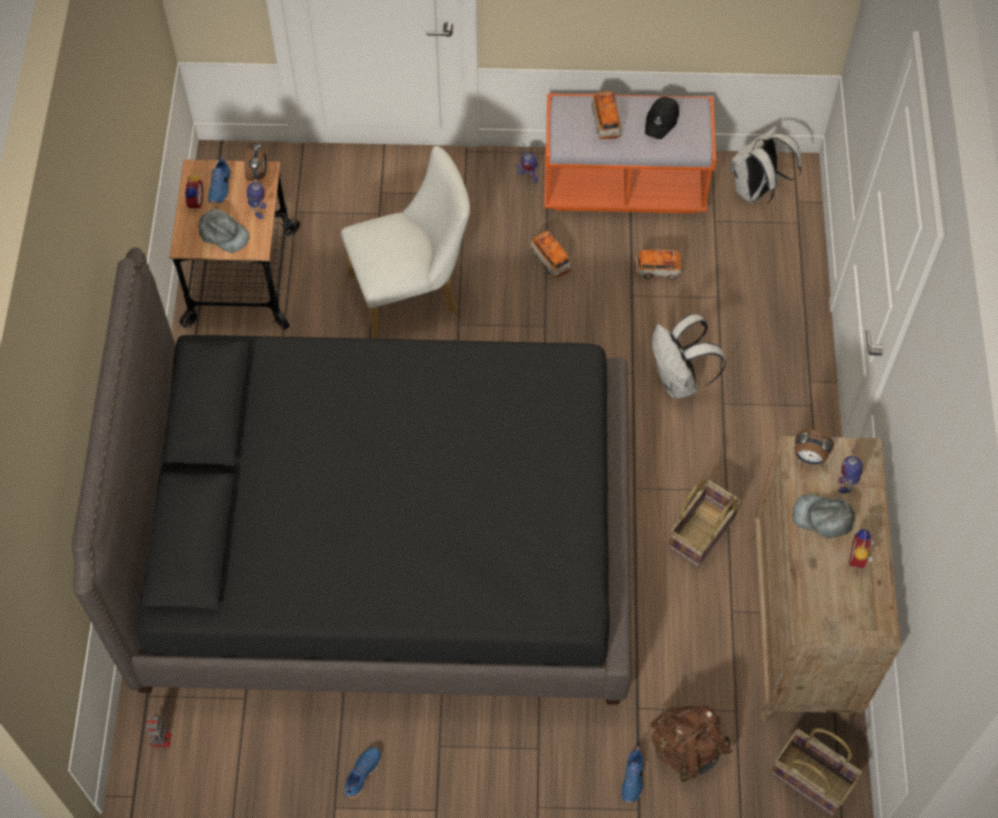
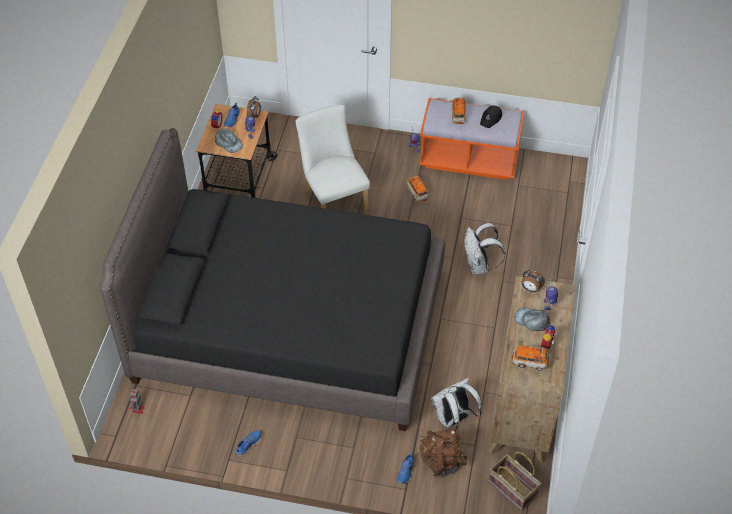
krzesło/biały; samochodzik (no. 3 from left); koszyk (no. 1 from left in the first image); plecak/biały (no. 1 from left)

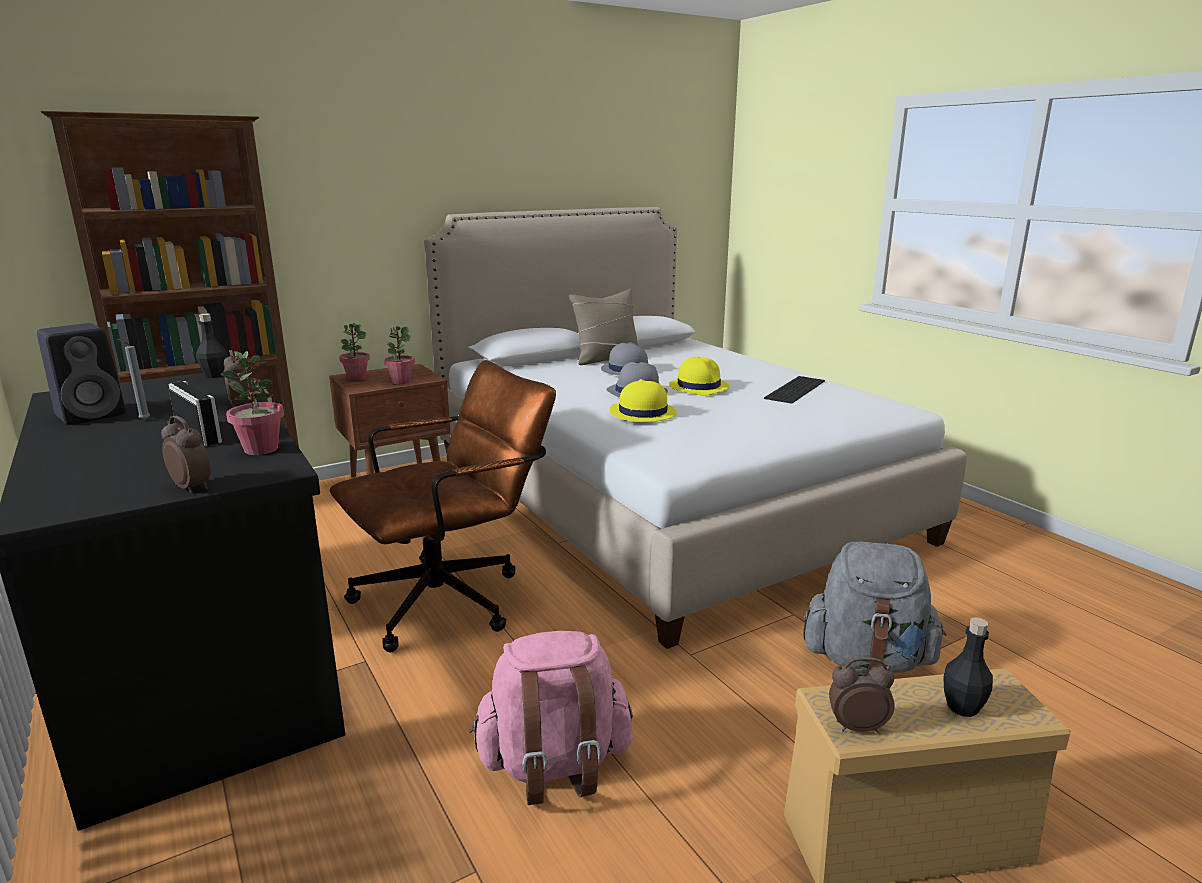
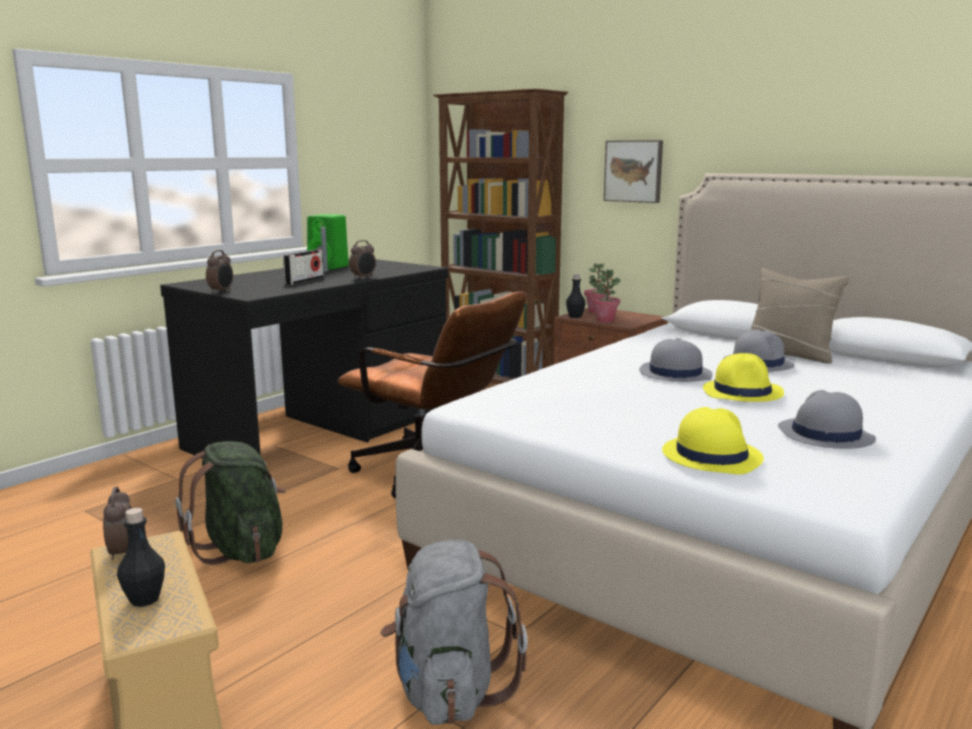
głośnik/zielony; butelka/czarny (no. 2 from left); roślina doniczkowa (no. 1 from left in the first image); plecak/zielony; kapelusz/żółty (no. 1 from left); kapelusz/szary (no. 3 from left); obraz

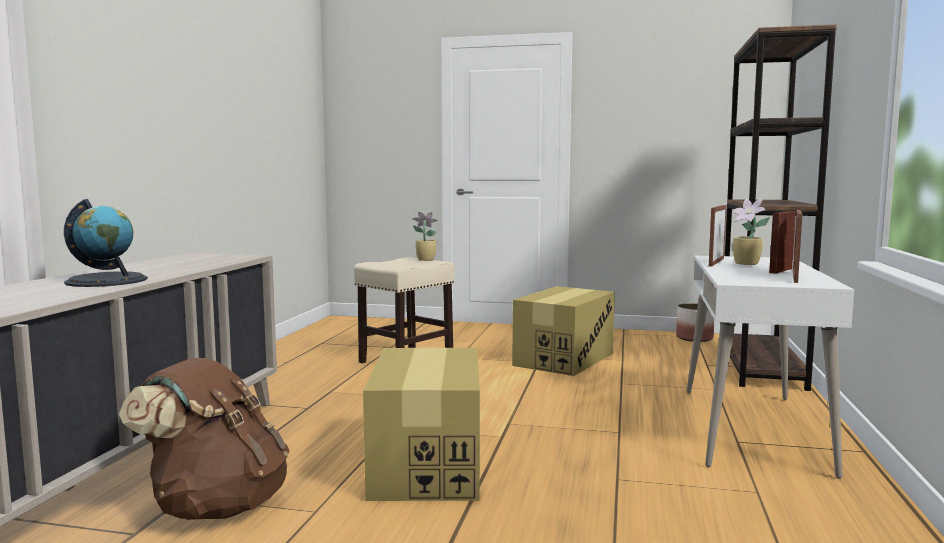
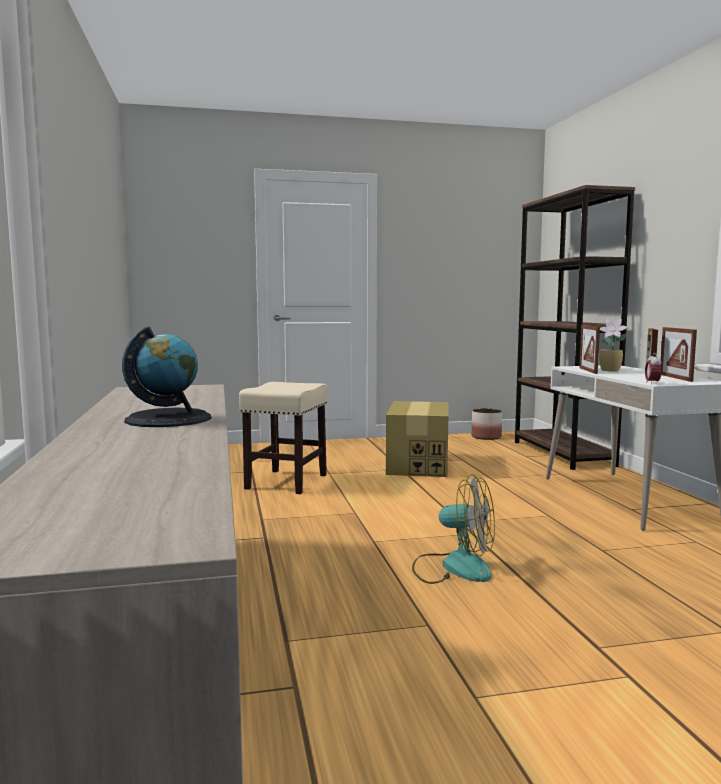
plecak/brązowy; wentylator; roślina doniczkowa (no. 1 from left in the first image); budzik

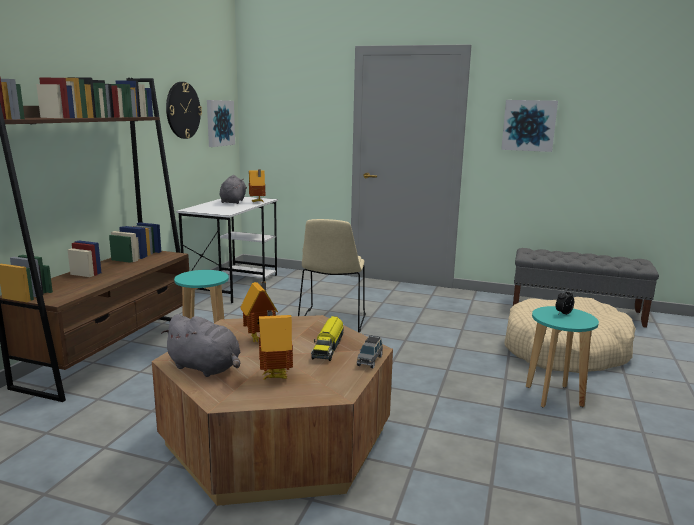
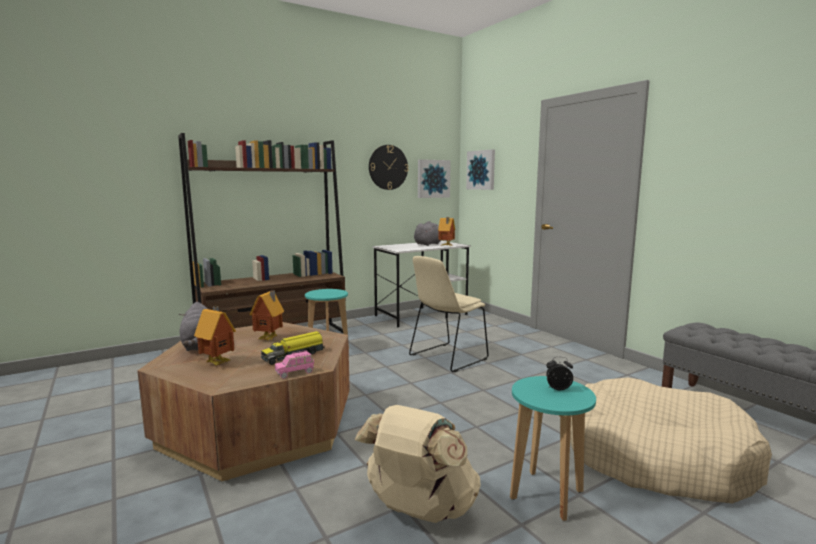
samochodzik/różowy; obraz (no. 2 from left); plecak/beżowy

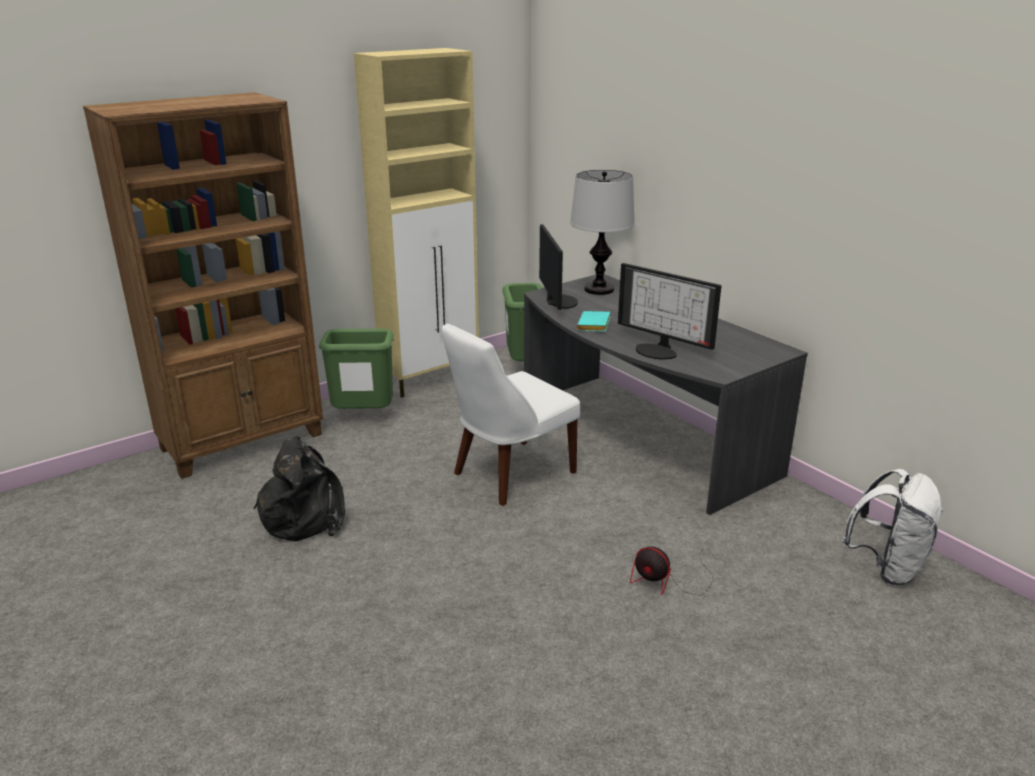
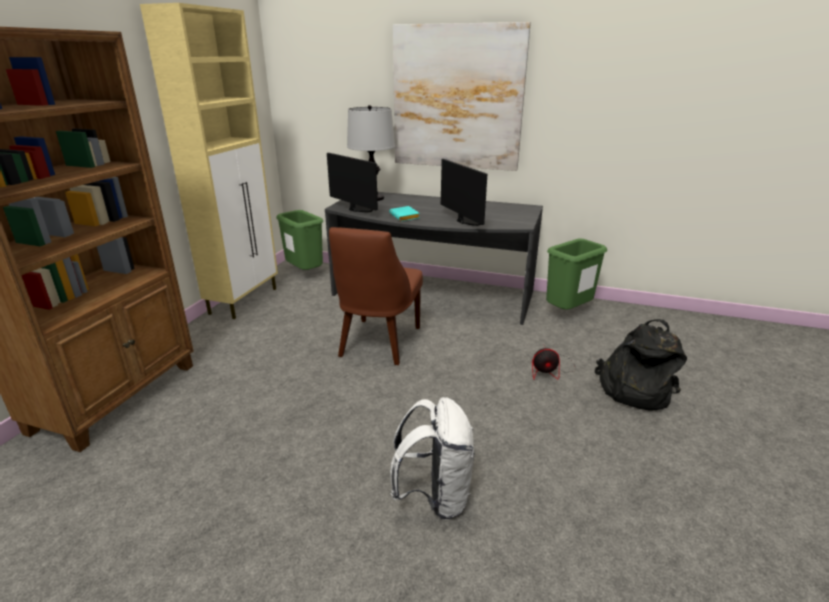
plecak/czarny; kosz na śmieci/zielony (no. 2 from left); krzesło/brązowy; monitor (no. 2 from left); plecak/biały; obraz

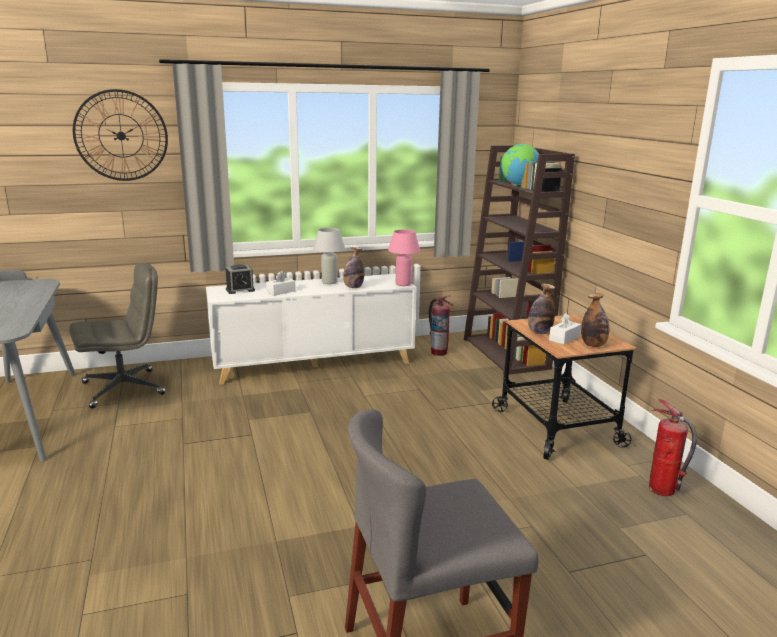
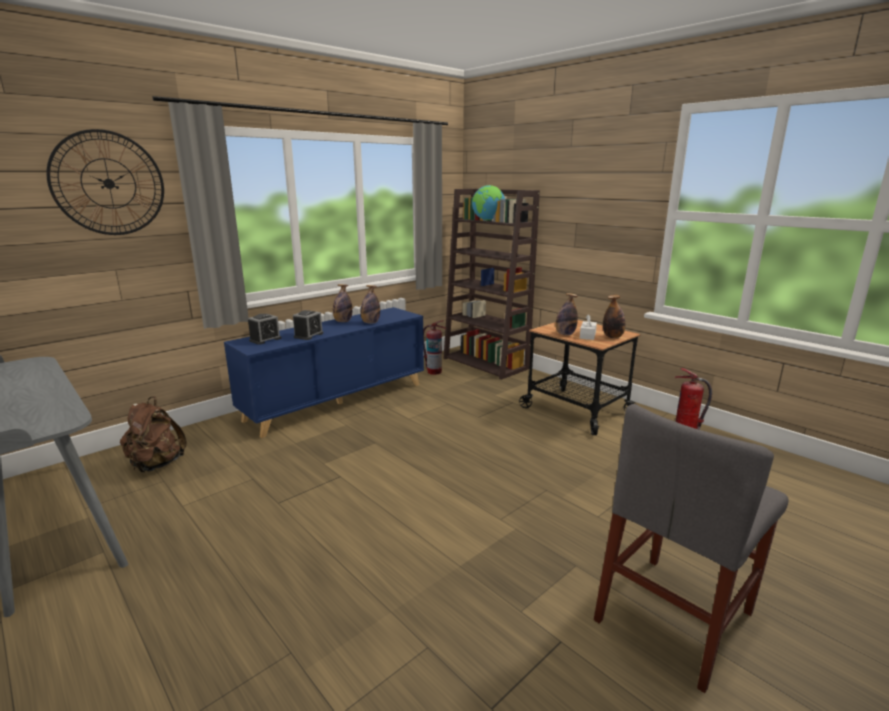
plecak/brązowy; szafka/niebieski; budzik (no. 2 from left); butelka (no. 1 from left); lampa stołowa/różowy

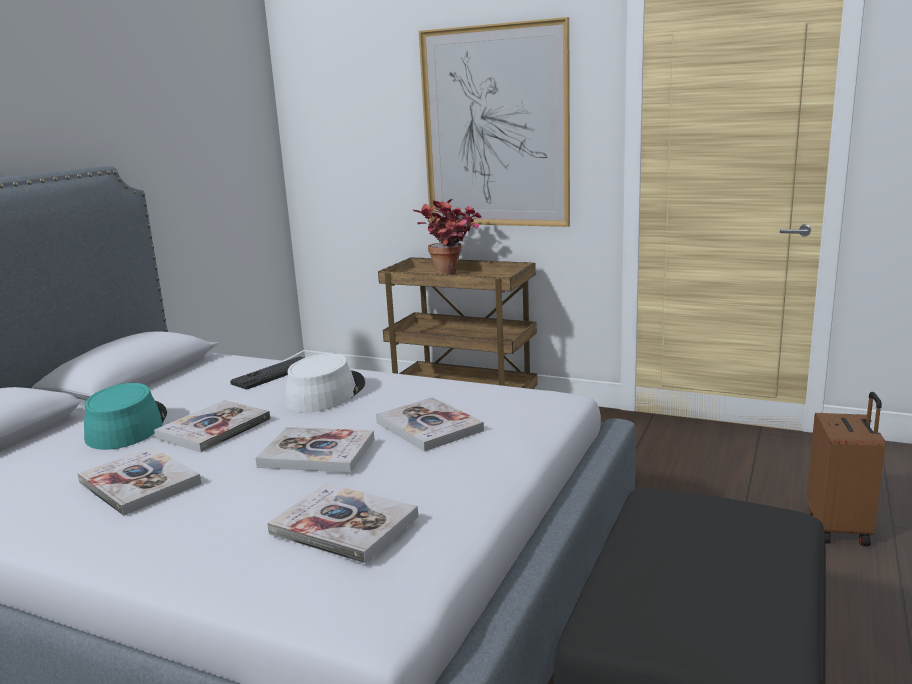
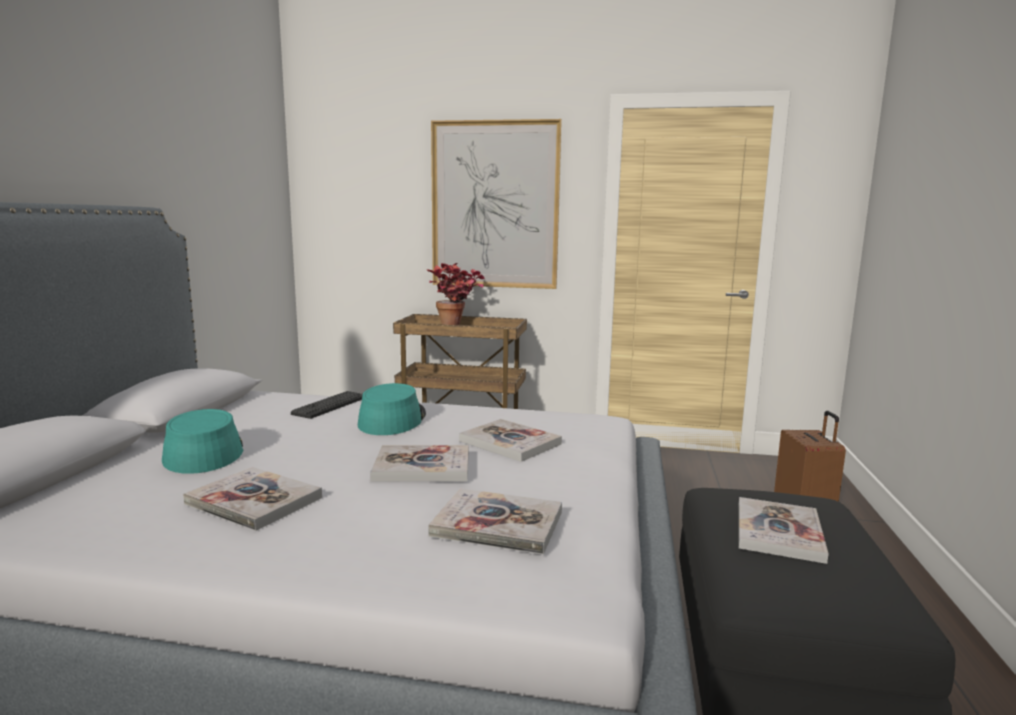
książka (no. 5 from left); kapelusz/turkusowy (no. 2 from left)

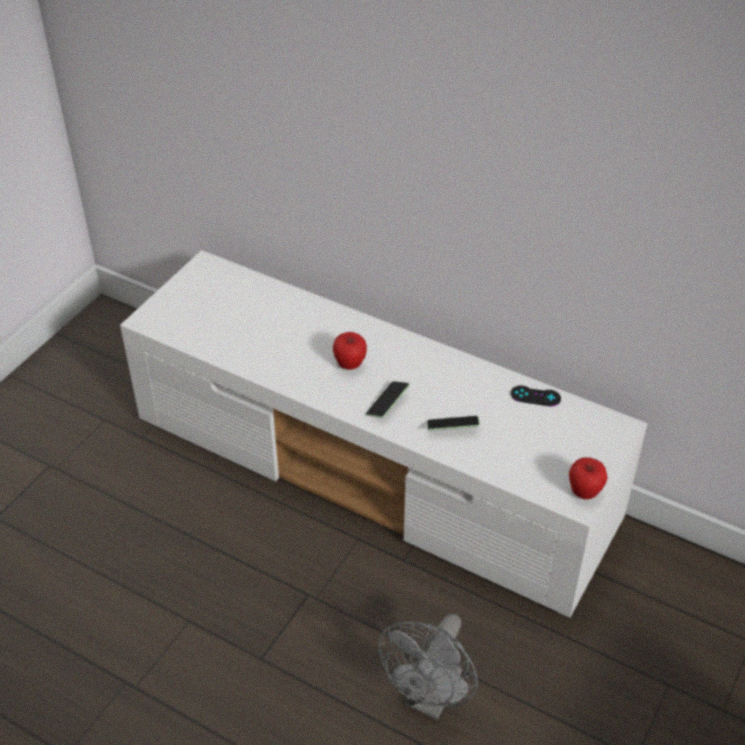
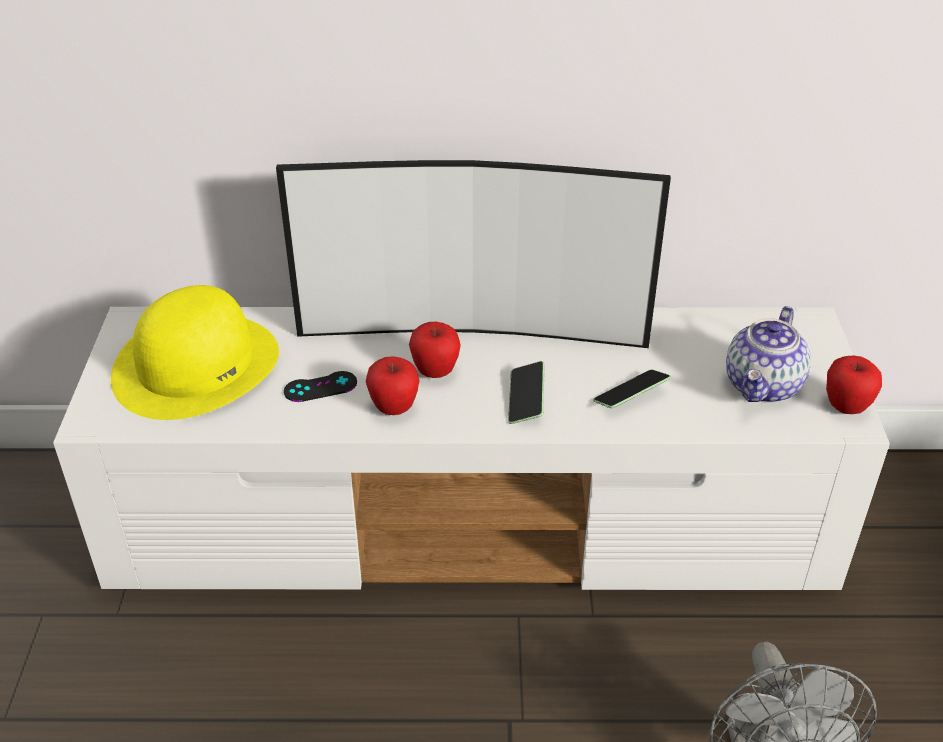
pad do gier/czarny; kapelusz/żółty; telewizor; jabłko (no. 1 from left); imbryk

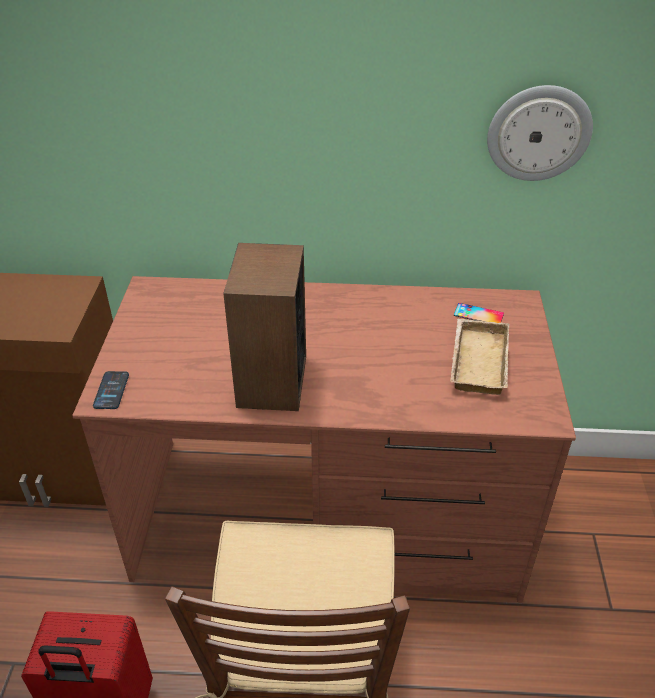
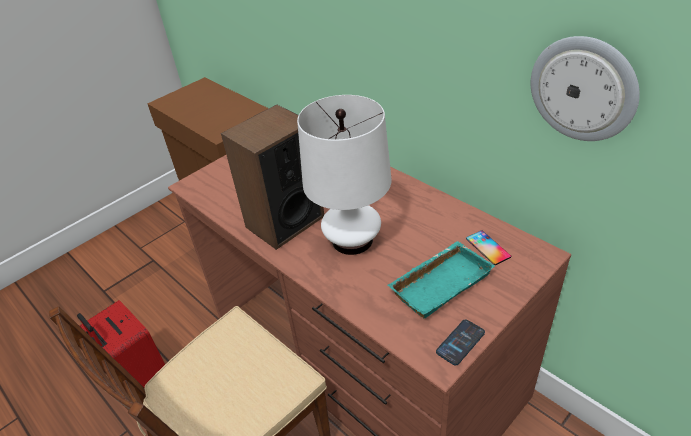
telefon (no. 1 from left); taca/turkusowy; lampa stołowa/biały

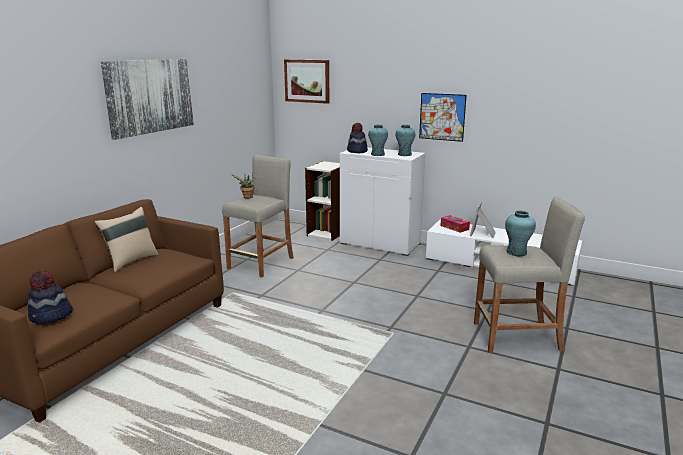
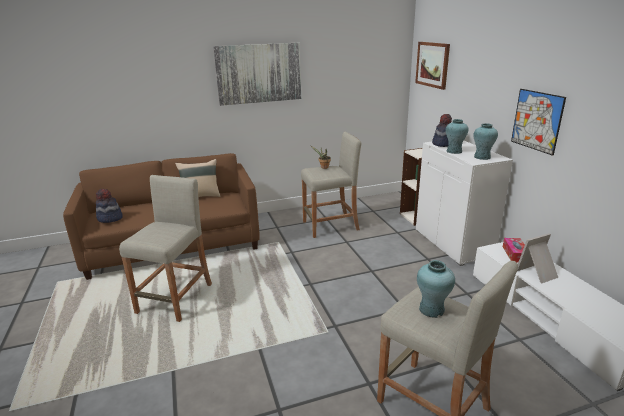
stołek/beżowy (no. 1 from left)

